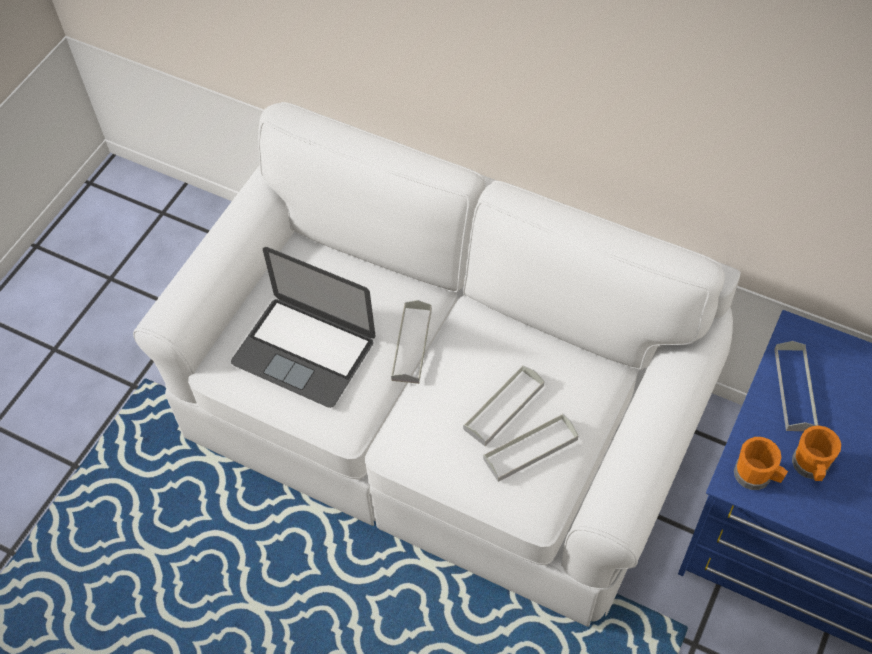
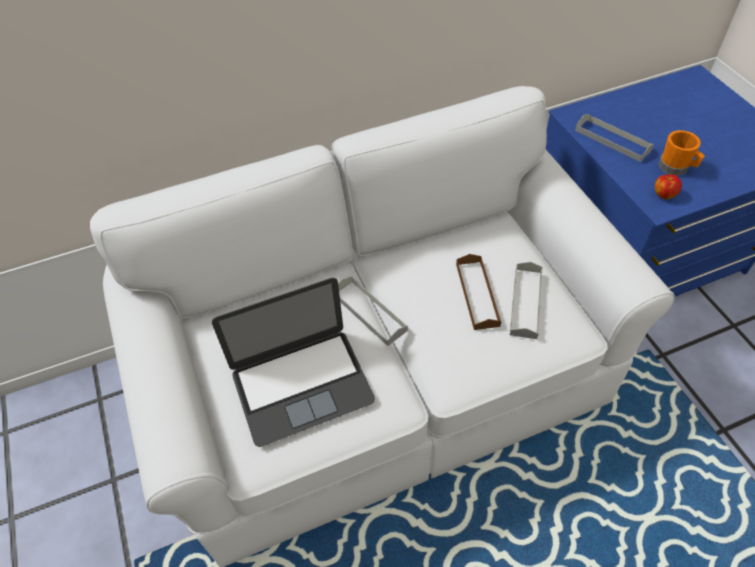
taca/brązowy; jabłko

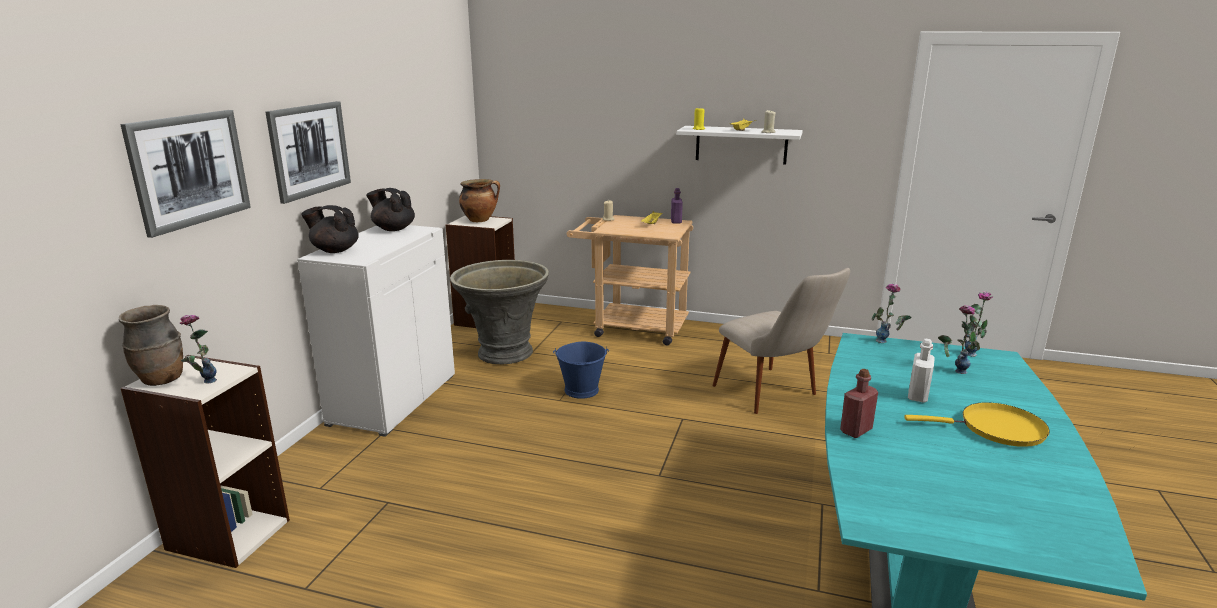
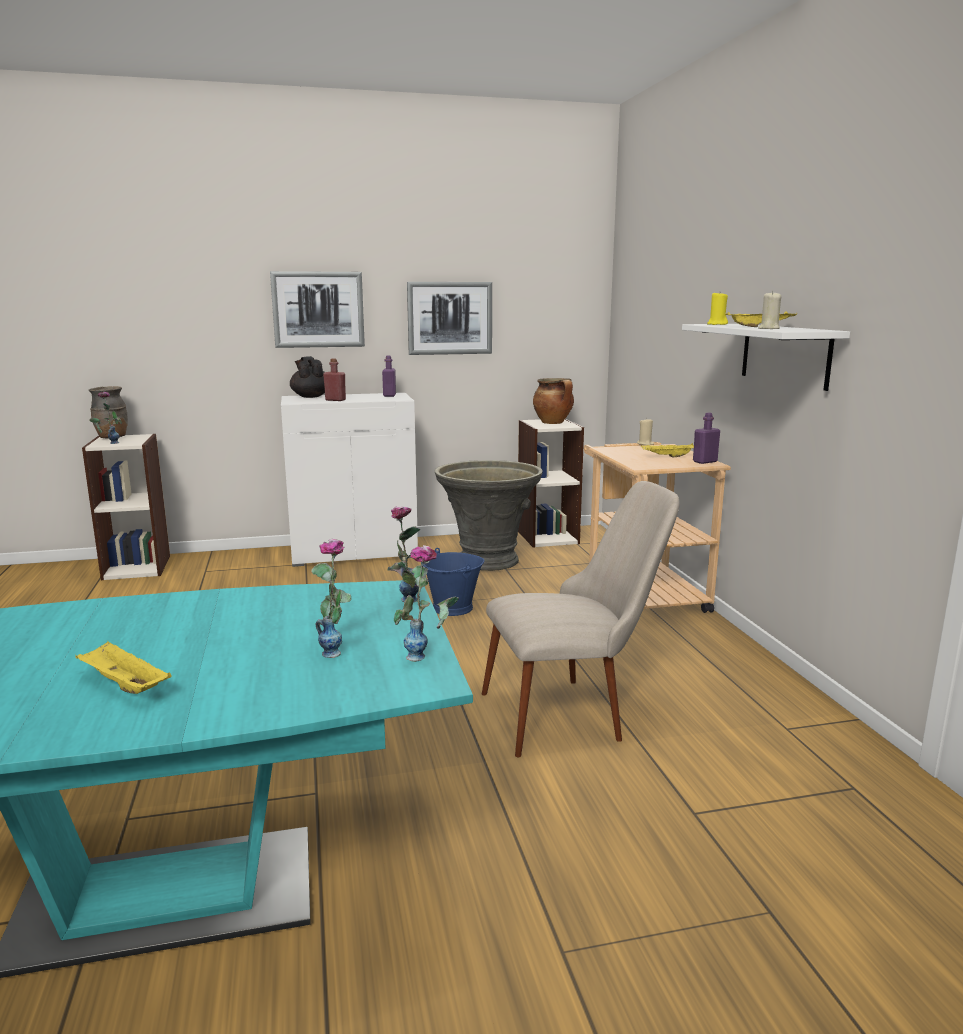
obraz (no. 2 from left); butelka/fioletowy (no. 1 from left); krzesło/beżowy; butelka/czerwony; taca/żółty (no. 1 from left); butelka/biały

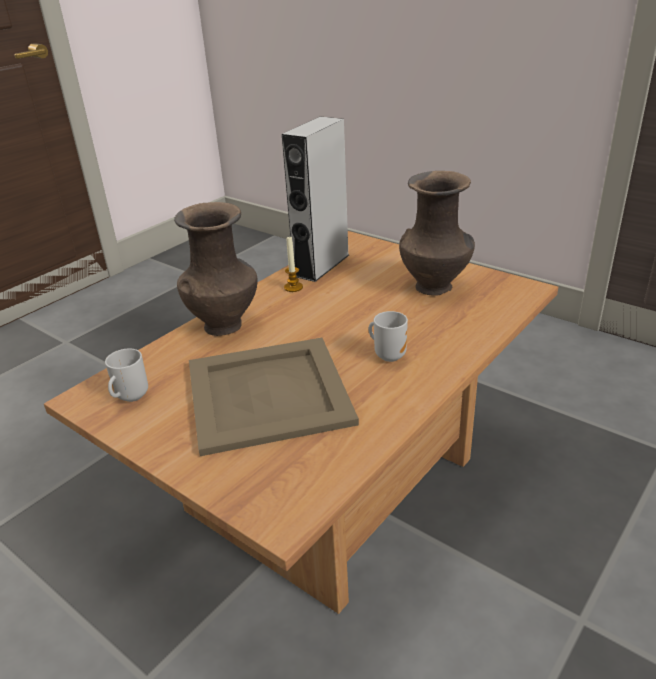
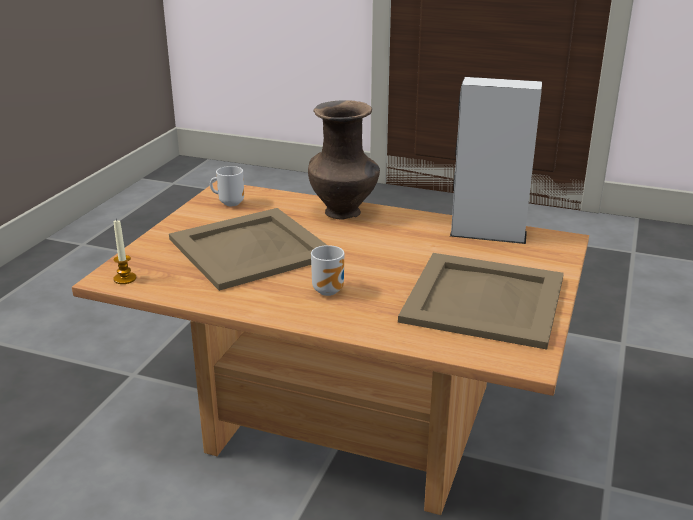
świeca; taca/beżowy (no. 2 from left)

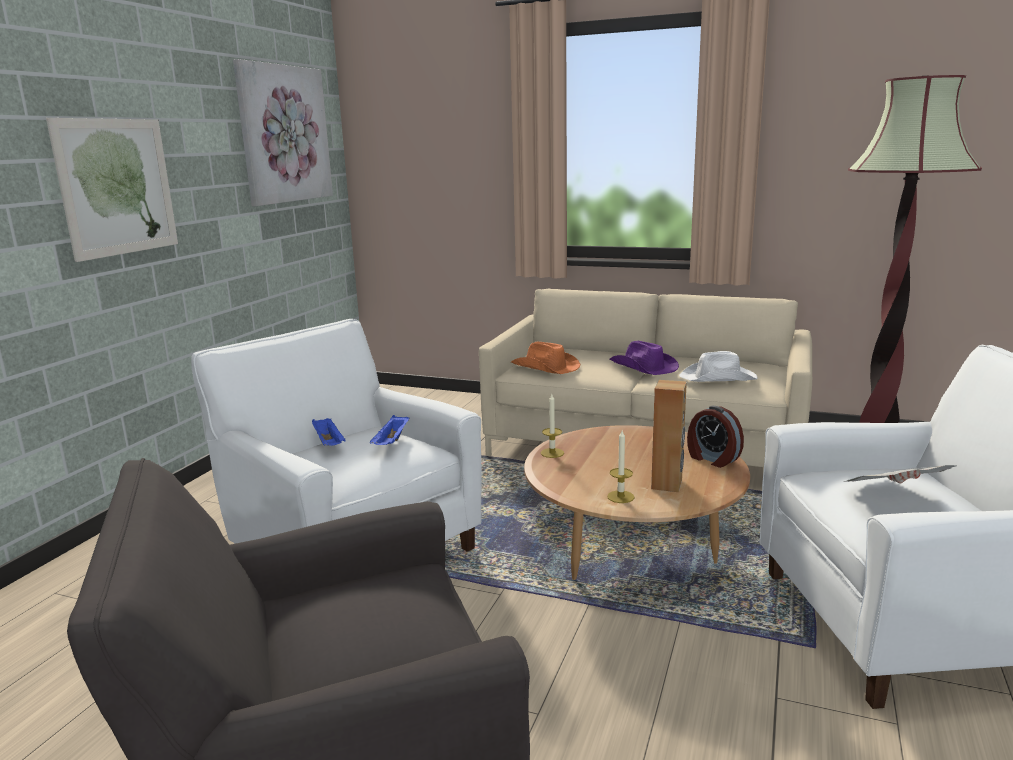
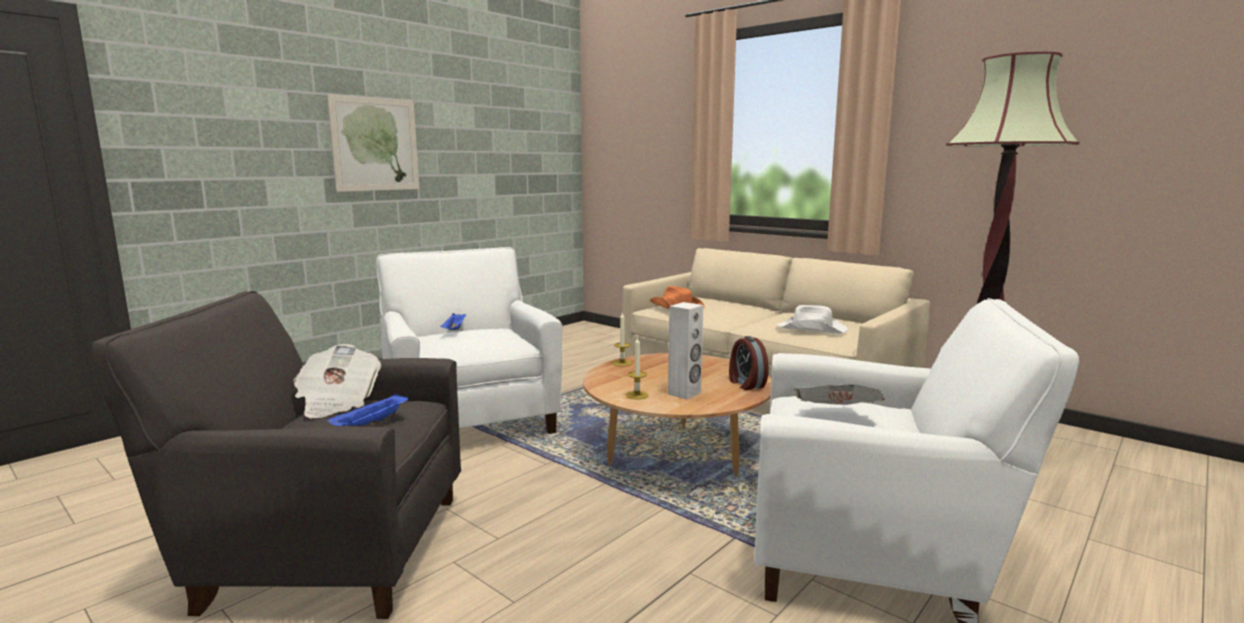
obraz (no. 2 from left in the first image); taca/niebieski (no. 1 from left); kapelusz/fioletowy; głośnik/biały; gazeta (no. 1 from left)

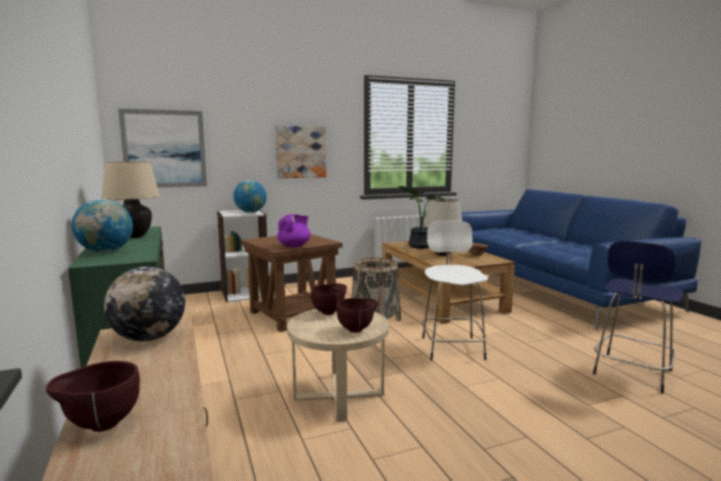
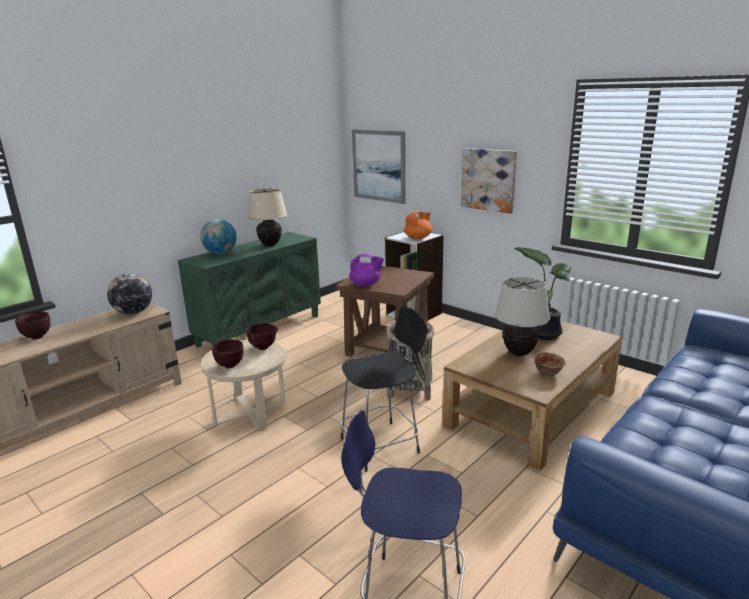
imbryk/pomarańczowy; stołek/czarny

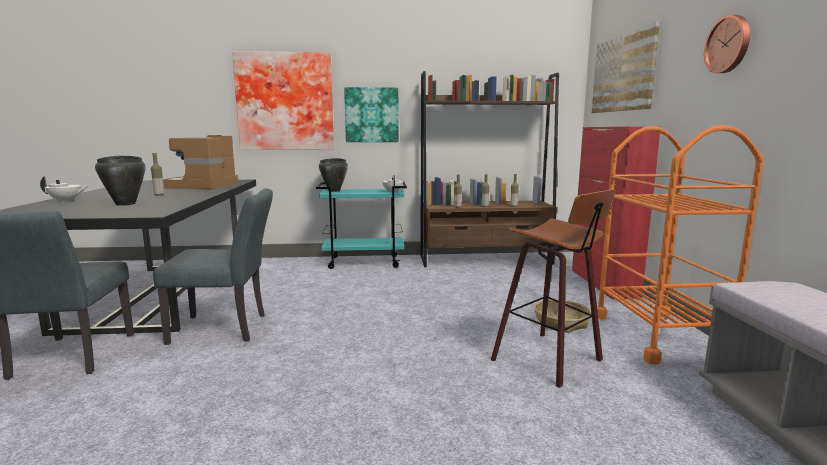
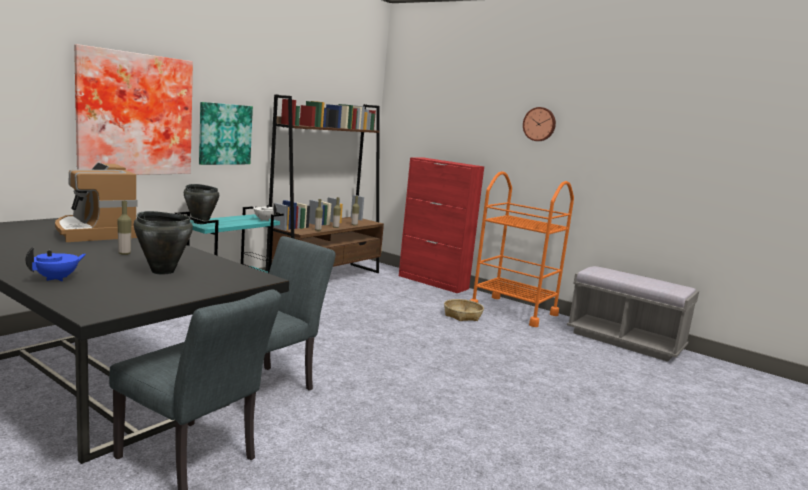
imbryk/niebieski; stołek; obraz (no. 3 from left in the first image)

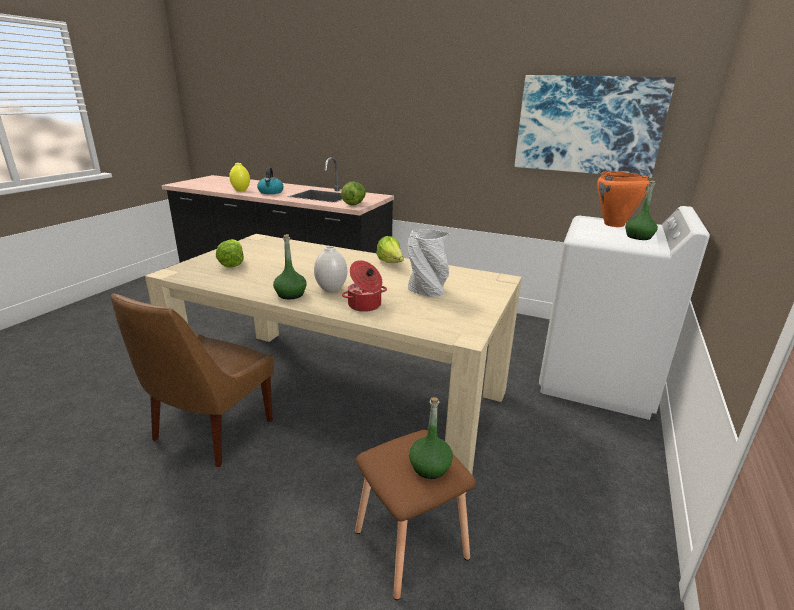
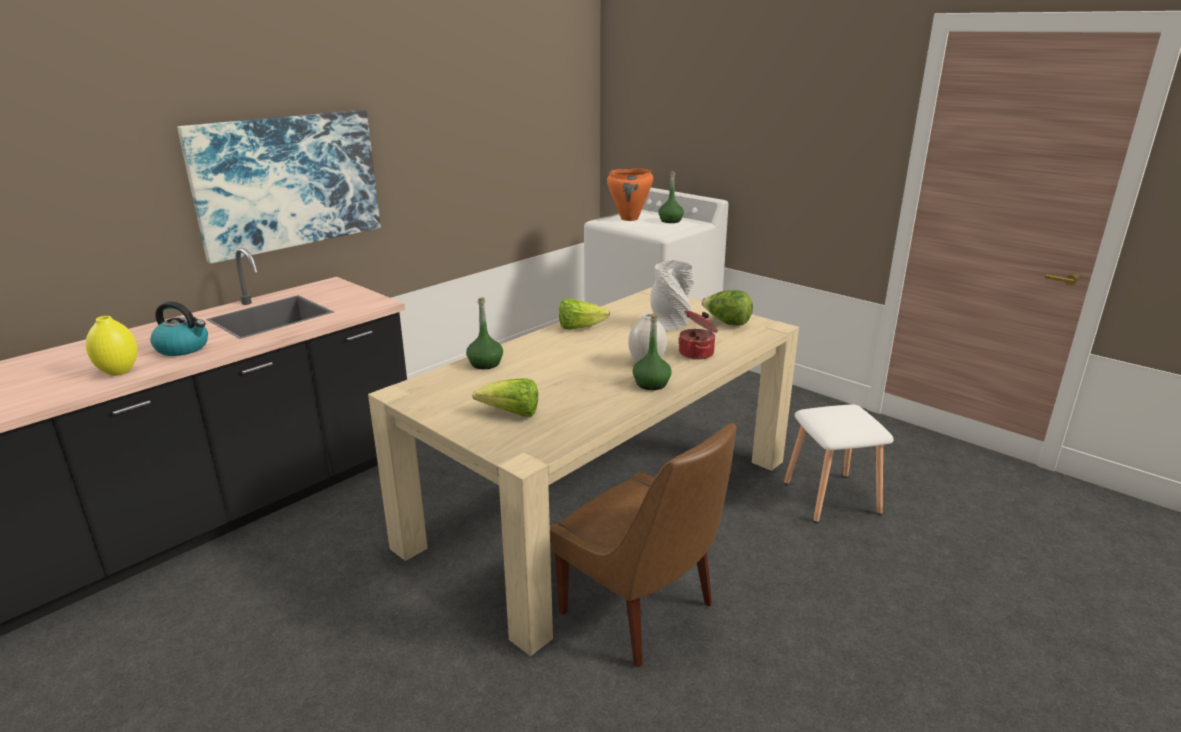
sałata (no. 3 from left); stołek/biały; butelka/zielony (no. 1 from left); obraz

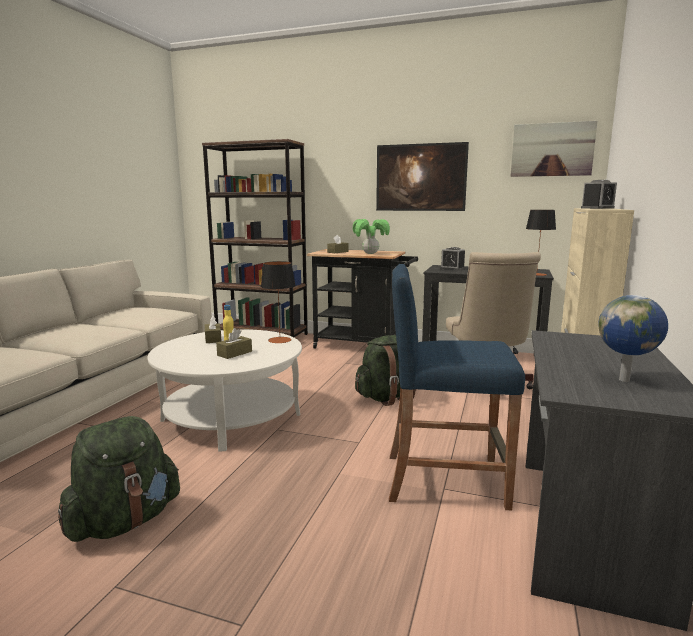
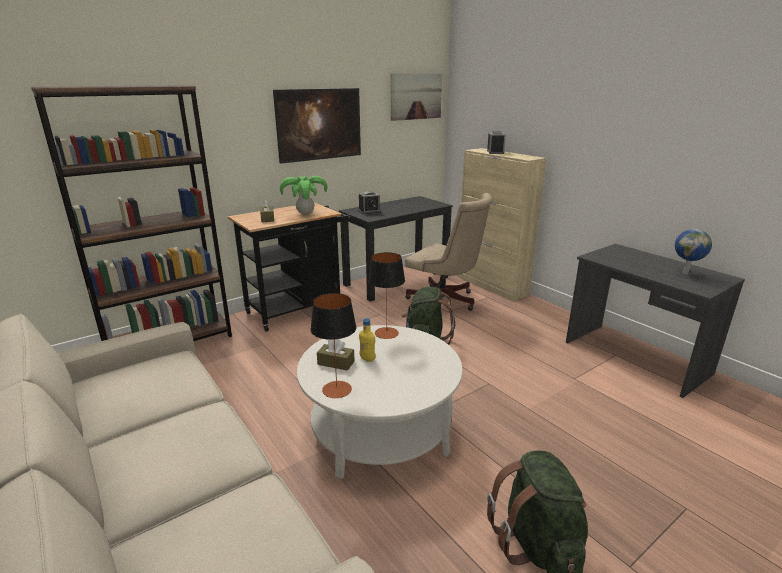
pudełko chusteczek/brązowy (no. 2 from left in the first image); stołek/niebieski; lampa stołowa (no. 1 from left)

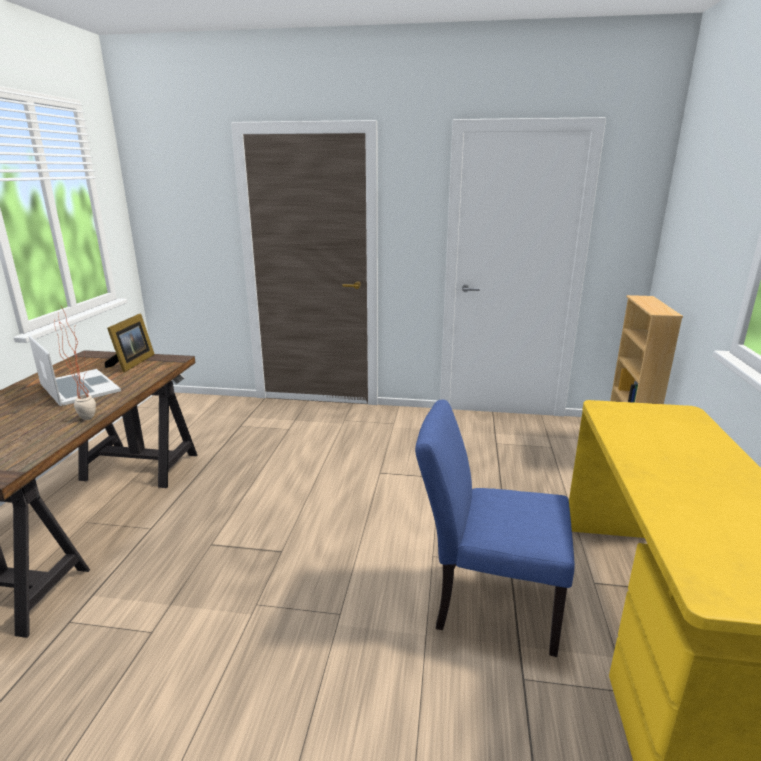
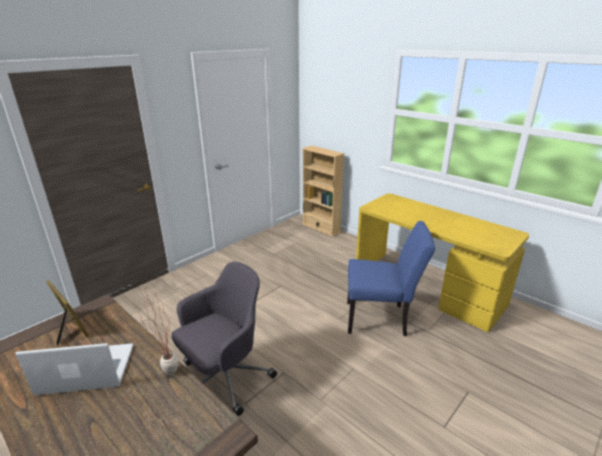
krzesło/niebieski; krzesło biurowe/szary

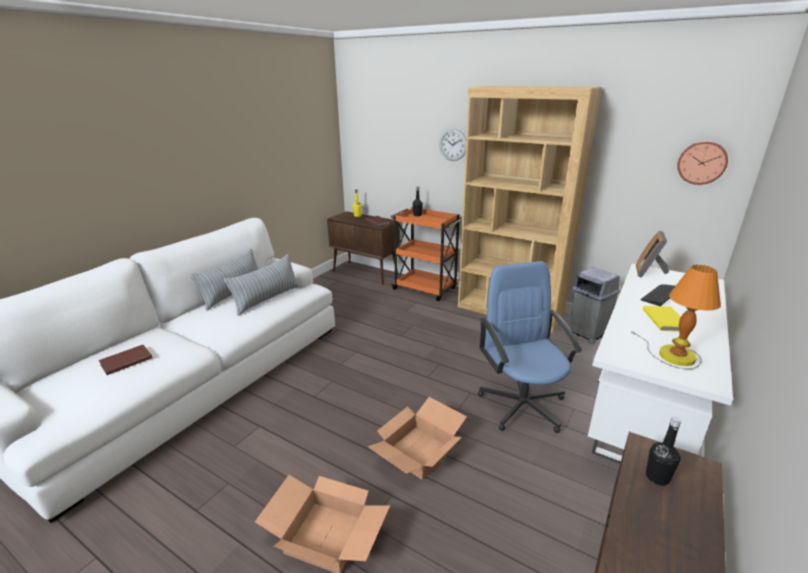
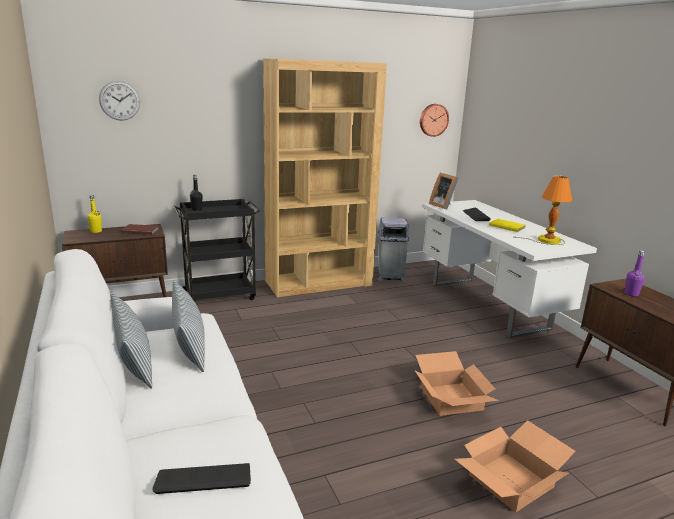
klawiatura (no. 1 from left); wózek/czarny; zegar ścienny (no. 1 from left); krzesło biurowe/niebieski; butelka/fioletowy

